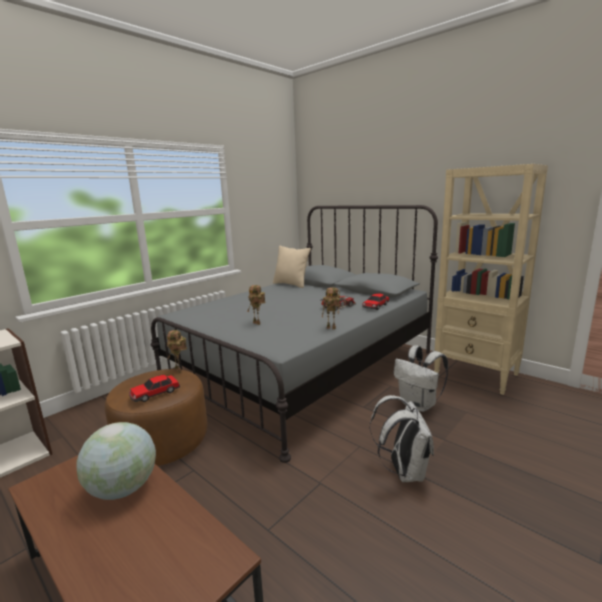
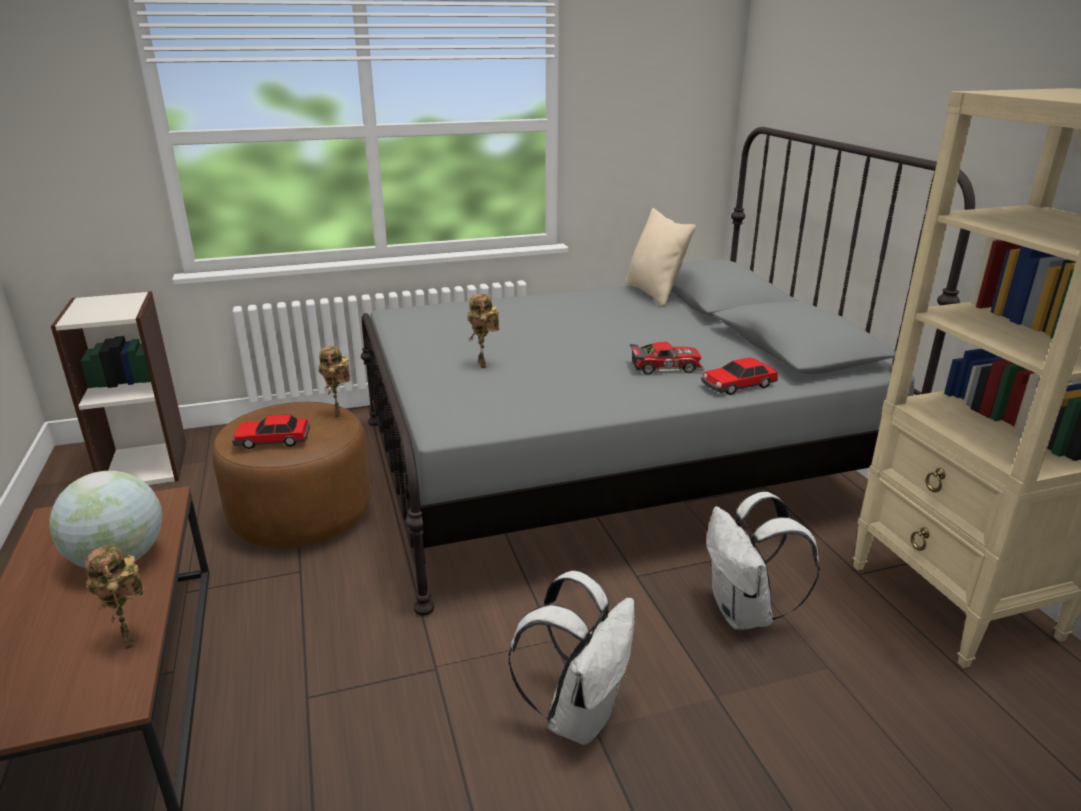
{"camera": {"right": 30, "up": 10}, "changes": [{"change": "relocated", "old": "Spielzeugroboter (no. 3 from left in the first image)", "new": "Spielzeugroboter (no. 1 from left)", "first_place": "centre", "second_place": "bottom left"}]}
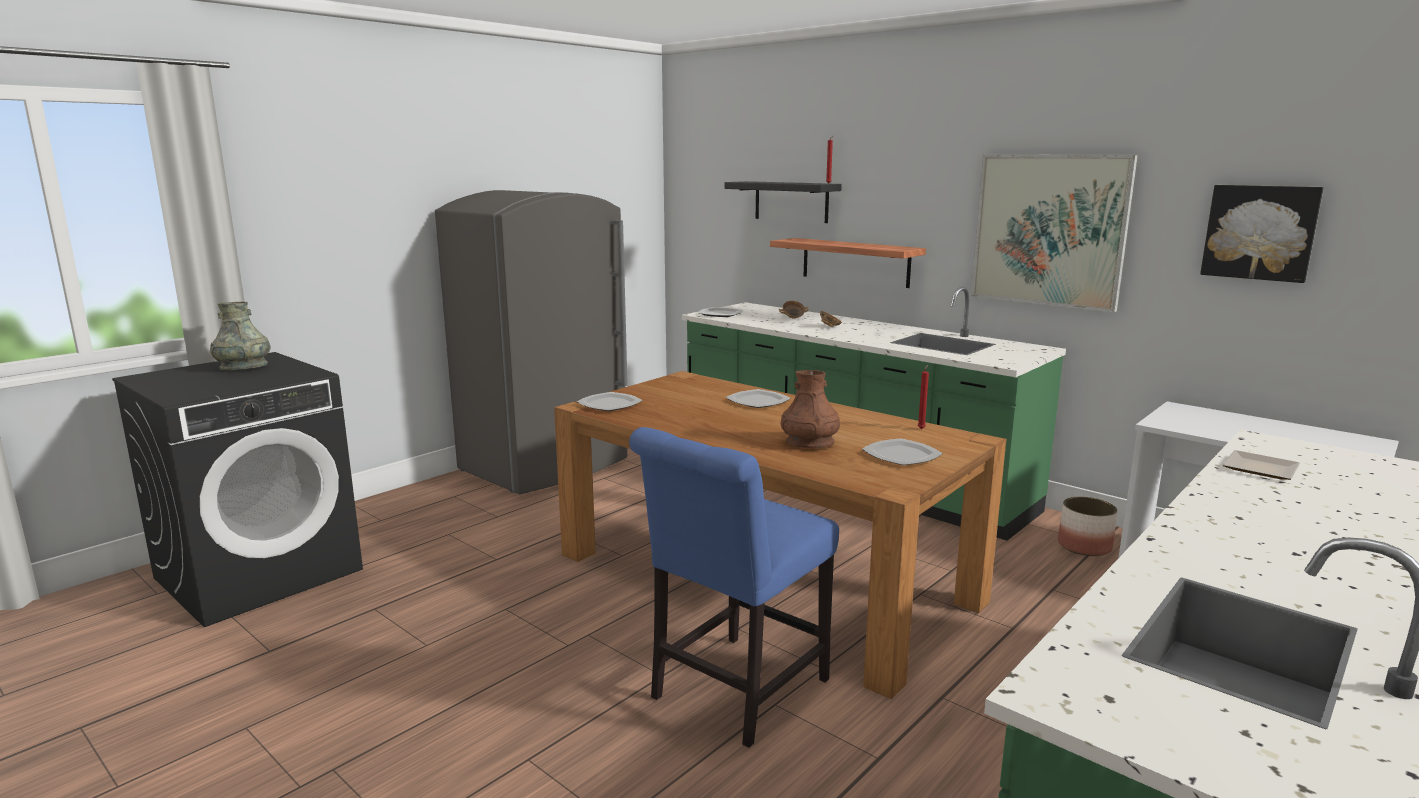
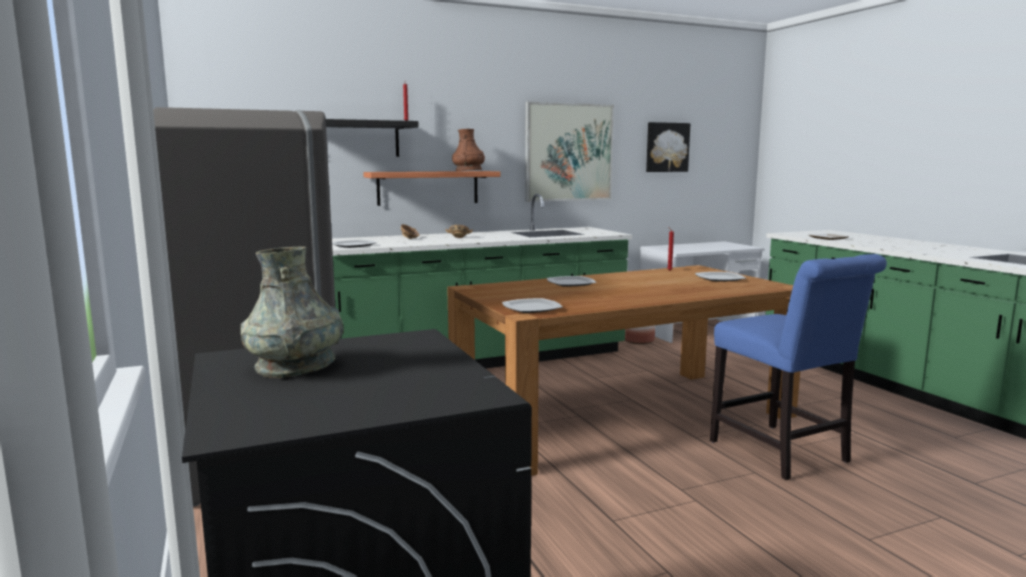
{"camera": {"right": -65, "up": -5}, "changes": [{"change": "relocated", "old": "Vase (braun)", "first_place": "centre", "second_place": "top centre"}]}
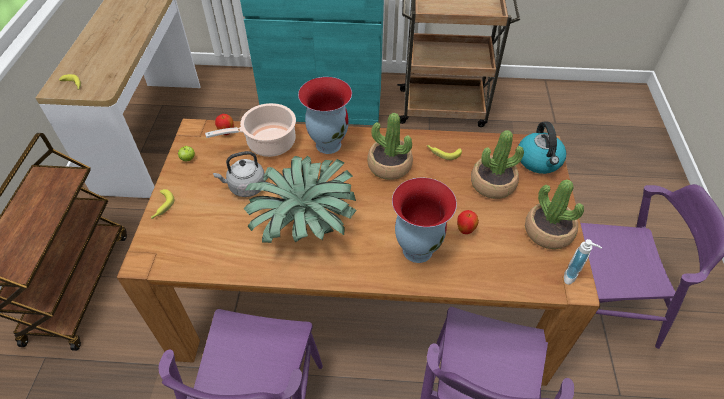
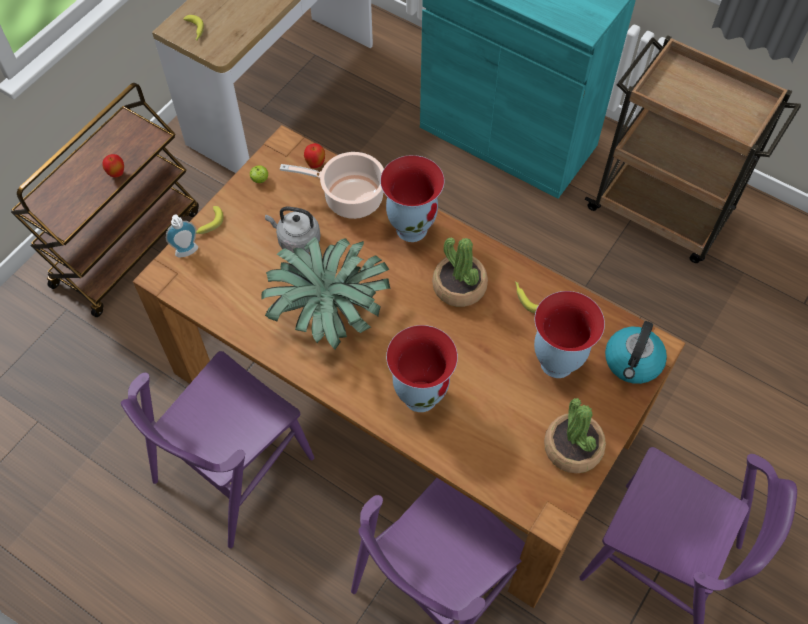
{"camera": {"right": 30, "up": 10}, "changes": [{"change": "exchanged", "old": "Topfpflanze (no. 3 from left)", "new": "Vase (no. 3 from left)", "first_place": "middle right", "second_place": "middle right"}, {"change": "relocated", "old": "Apfel (no. 3 from left in the first image)", "new": "Apfel (no. 1 from left)", "first_place": "centre", "second_place": "top left"}, {"change": "relocated", "old": "Seifenspender", "first_place": "middle right", "second_place": "middle left"}]}
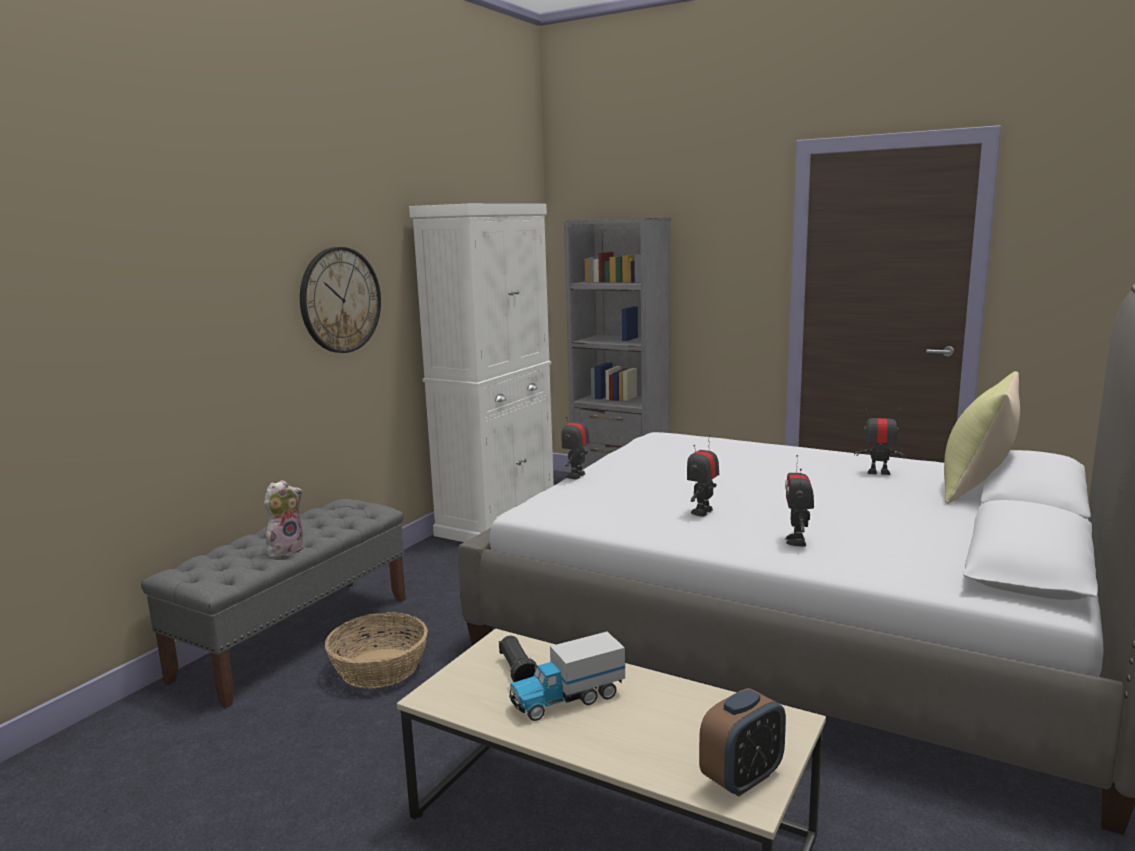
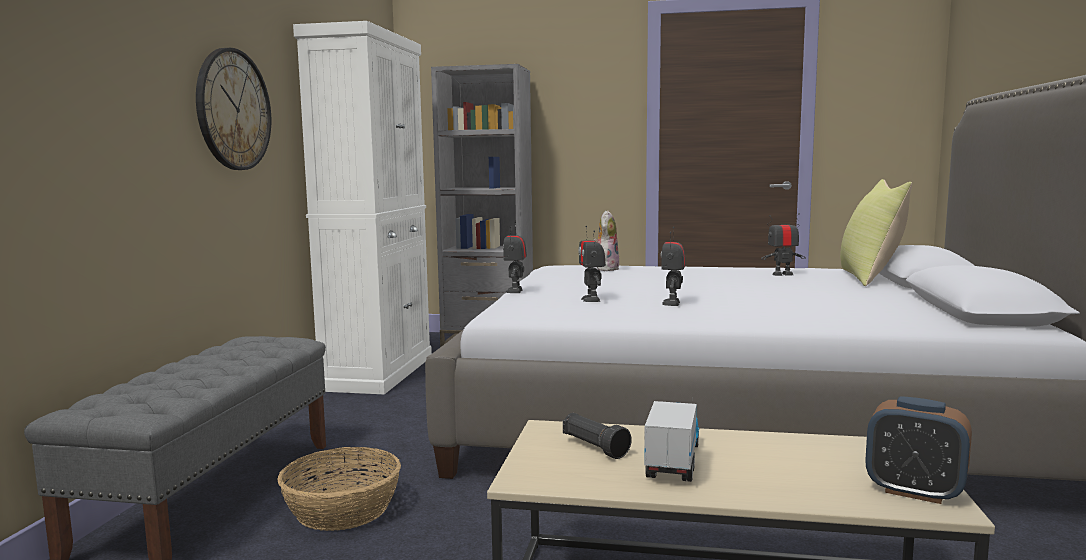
{"camera": {"right": -20, "up": -5}, "changes": [{"change": "relocated", "old": "Spielzeugroboter (no. 3 from left in the first image)", "new": "Spielzeugroboter (no. 2 from left)", "first_place": "middle right", "second_place": "centre"}, {"change": "relocated", "old": "Plüschtier", "first_place": "middle left", "second_place": "centre"}, {"change": "spun", "old": "Spielzeuglaster", "first_place": "bottom centre", "second_place": "bottom centre", "degrees": 150}, {"change": "spun", "old": "Wecker", "first_place": "bottom centre", "second_place": "bottom right", "degrees": 90}]}
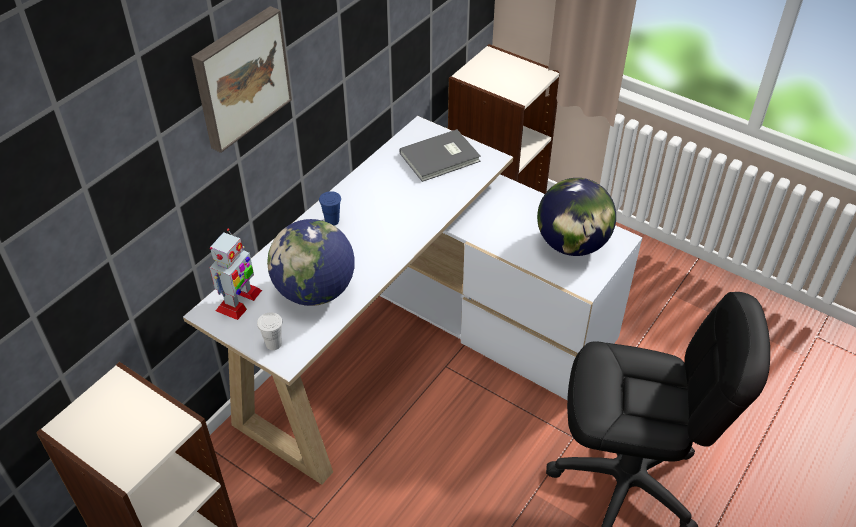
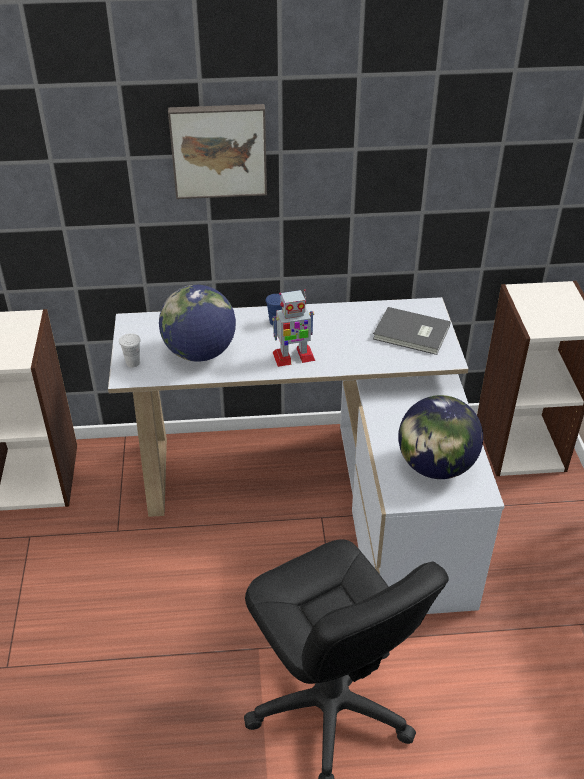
{"camera": {"right": 50, "up": -5}, "changes": [{"change": "relocated", "old": "Spielzeugroboter", "first_place": "middle left", "second_place": "centre"}]}
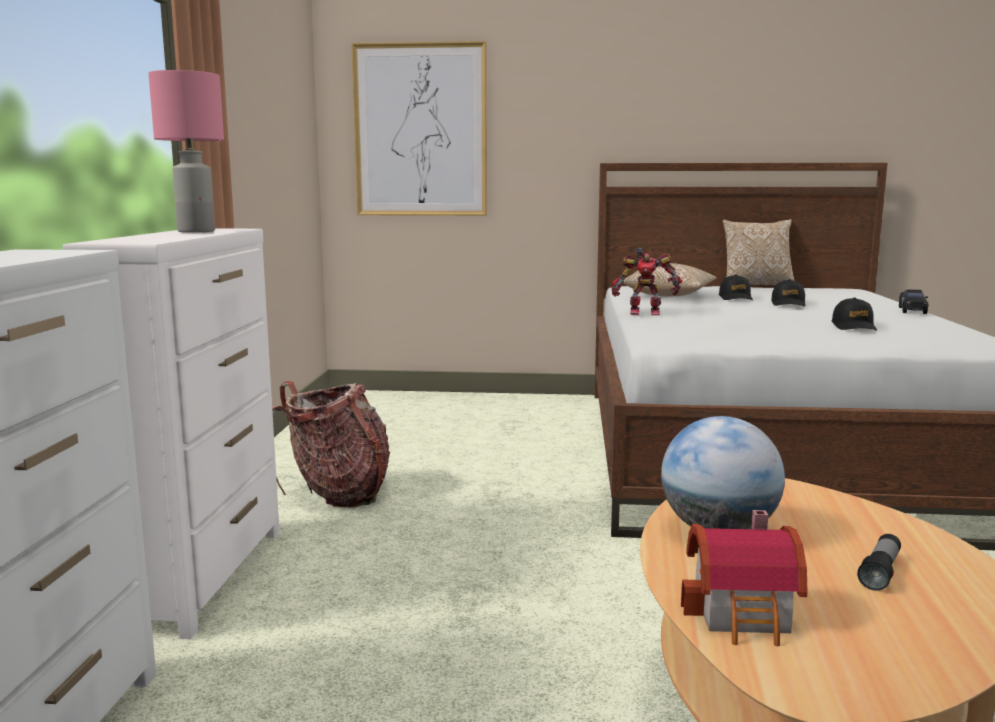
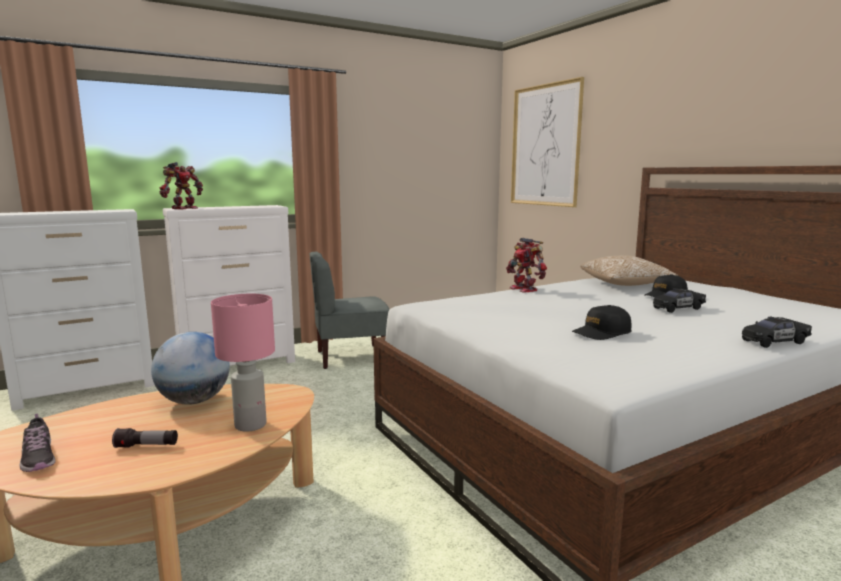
{"camera": {"right": 55, "up": 0}, "changes": [{"change": "relocated", "old": "Tischlampe (rosa)", "first_place": "top left", "second_place": "middle left"}, {"change": "missing", "old": "Kissen (no. 2 from left)", "first_place": "middle right"}, {"change": "exchanged", "old": "Kappe (schwarz) (no. 2 from left)", "new": "Spielzeugauto (schwarz) (no. 1 from left)", "first_place": "middle right", "second_place": "middle right"}, {"change": "exchanged", "old": "Rucksack", "new": "Stuhl (grau)", "first_place": "middle left", "second_place": "centre"}, {"change": "missing", "old": "Spielzeughaus", "first_place": "bottom right"}, {"change": "appeared", "new": "Spielzeugroboter (no. 1 from left)", "second_place": "top left"}, {"change": "appeared", "new": "Schuh", "second_place": "bottom left"}]}
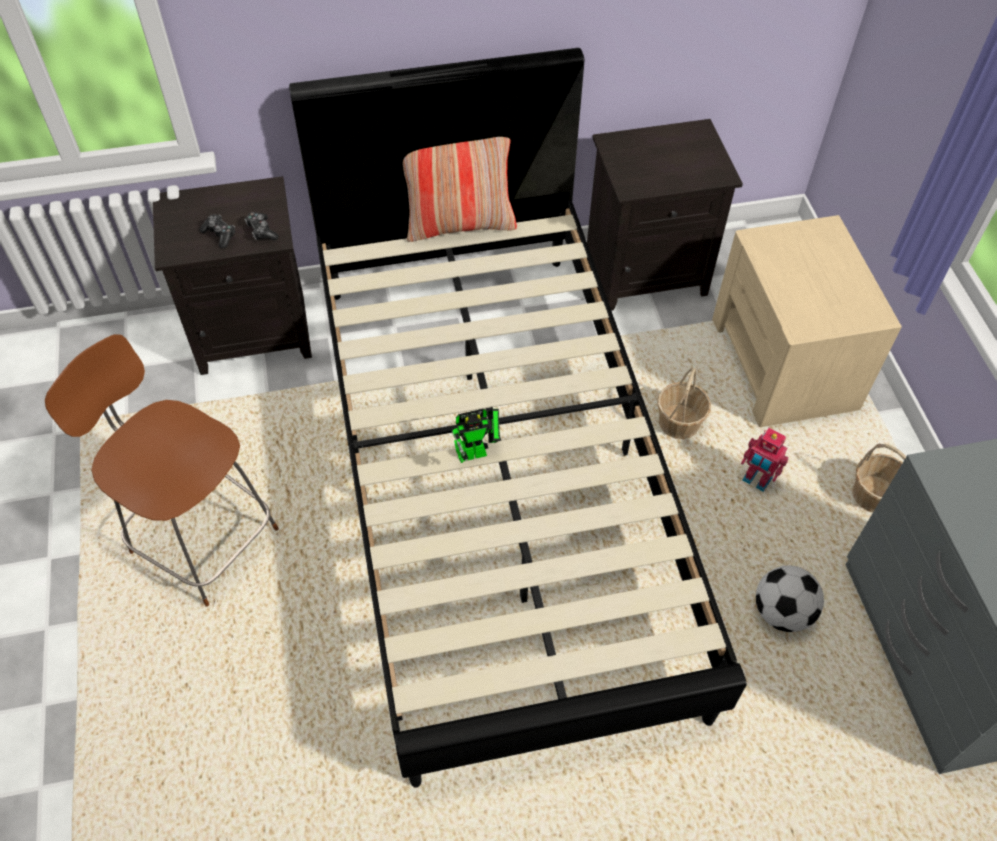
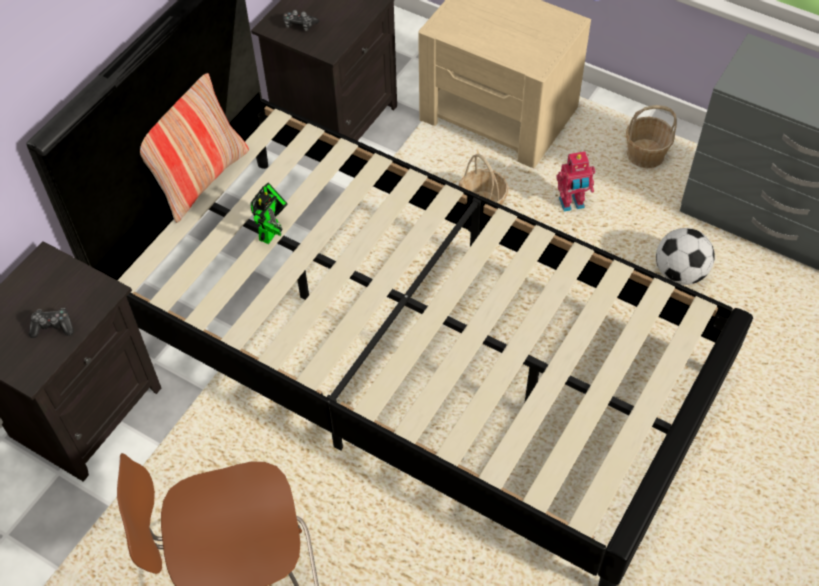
{"camera": {"right": -45, "up": 0}, "changes": [{"change": "relocated", "old": "Gamepad (no. 2 from left)", "first_place": "top left", "second_place": "top centre"}, {"change": "relocated", "old": "Spielzeugroboter (no. 1 from left)", "first_place": "centre", "second_place": "middle left"}]}
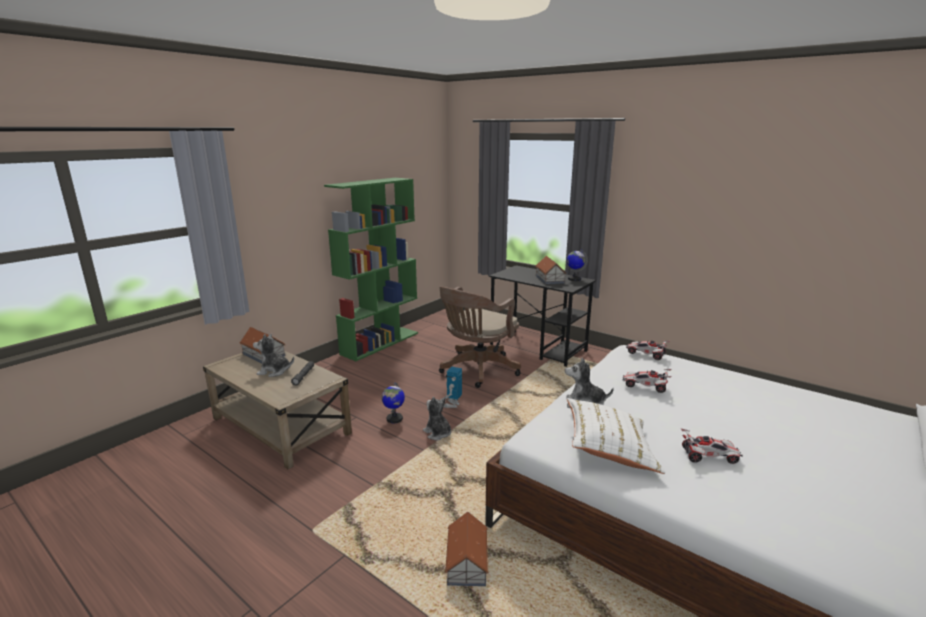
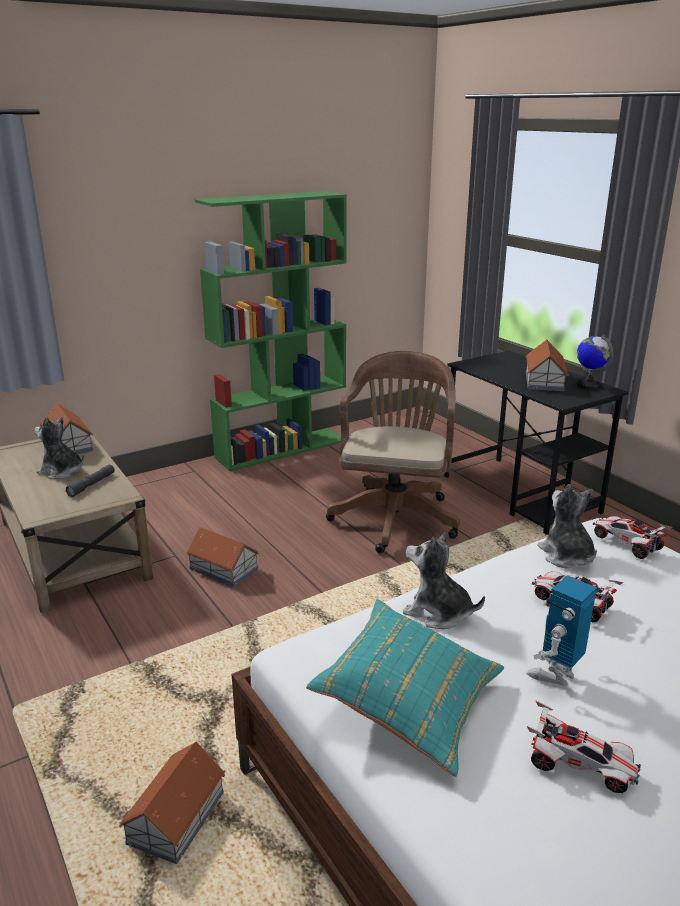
{"camera": {"right": 20, "up": 5}, "changes": [{"change": "spun", "old": "Bürostuhl (braun)", "first_place": "centre", "second_place": "centre", "degrees": 135}, {"change": "relocated", "old": "Spielzeugroboter", "first_place": "centre", "second_place": "bottom right"}, {"change": "exchanged", "old": "Globus (no. 1 from left)", "new": "Spielzeughaus (no. 3 from left)", "first_place": "centre", "second_place": "middle left"}, {"change": "relocated", "old": "Plüschtier (no. 2 from left in the first image)", "new": "Plüschtier (no. 3 from left)", "first_place": "bottom centre", "second_place": "middle right"}, {"change": "colour", "old": "Kissen (weiß)", "new": "Kissen (türkis)", "first_place": "bottom centre", "second_place": "bottom centre"}]}
